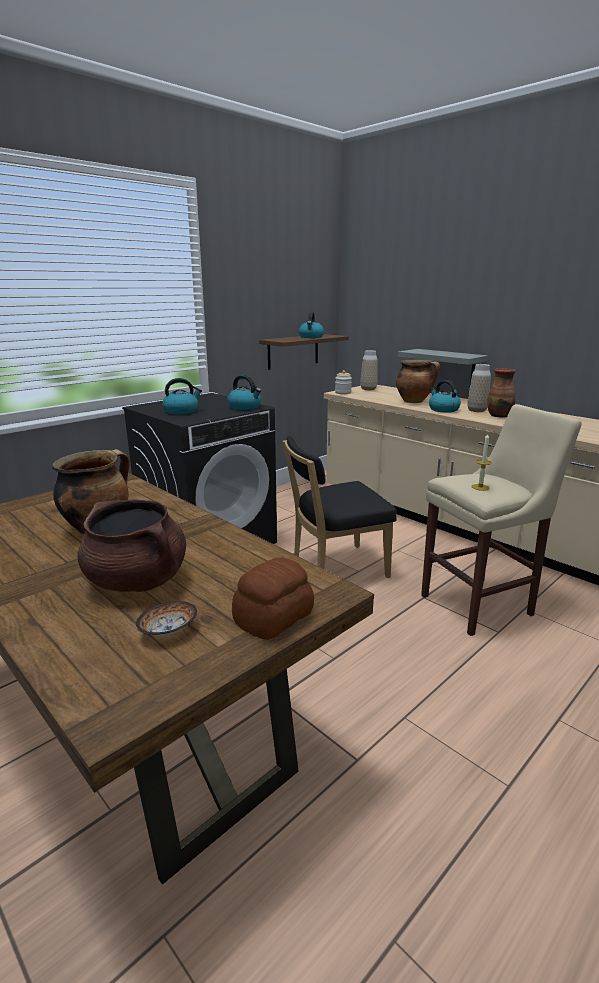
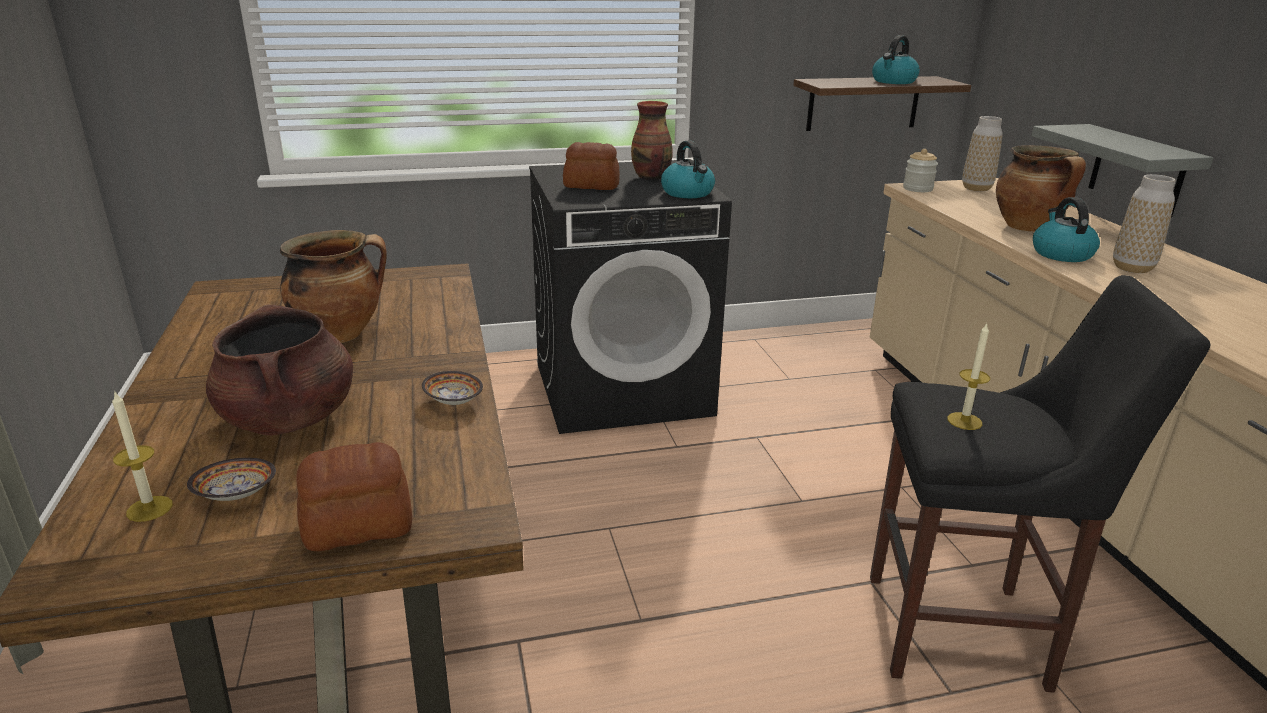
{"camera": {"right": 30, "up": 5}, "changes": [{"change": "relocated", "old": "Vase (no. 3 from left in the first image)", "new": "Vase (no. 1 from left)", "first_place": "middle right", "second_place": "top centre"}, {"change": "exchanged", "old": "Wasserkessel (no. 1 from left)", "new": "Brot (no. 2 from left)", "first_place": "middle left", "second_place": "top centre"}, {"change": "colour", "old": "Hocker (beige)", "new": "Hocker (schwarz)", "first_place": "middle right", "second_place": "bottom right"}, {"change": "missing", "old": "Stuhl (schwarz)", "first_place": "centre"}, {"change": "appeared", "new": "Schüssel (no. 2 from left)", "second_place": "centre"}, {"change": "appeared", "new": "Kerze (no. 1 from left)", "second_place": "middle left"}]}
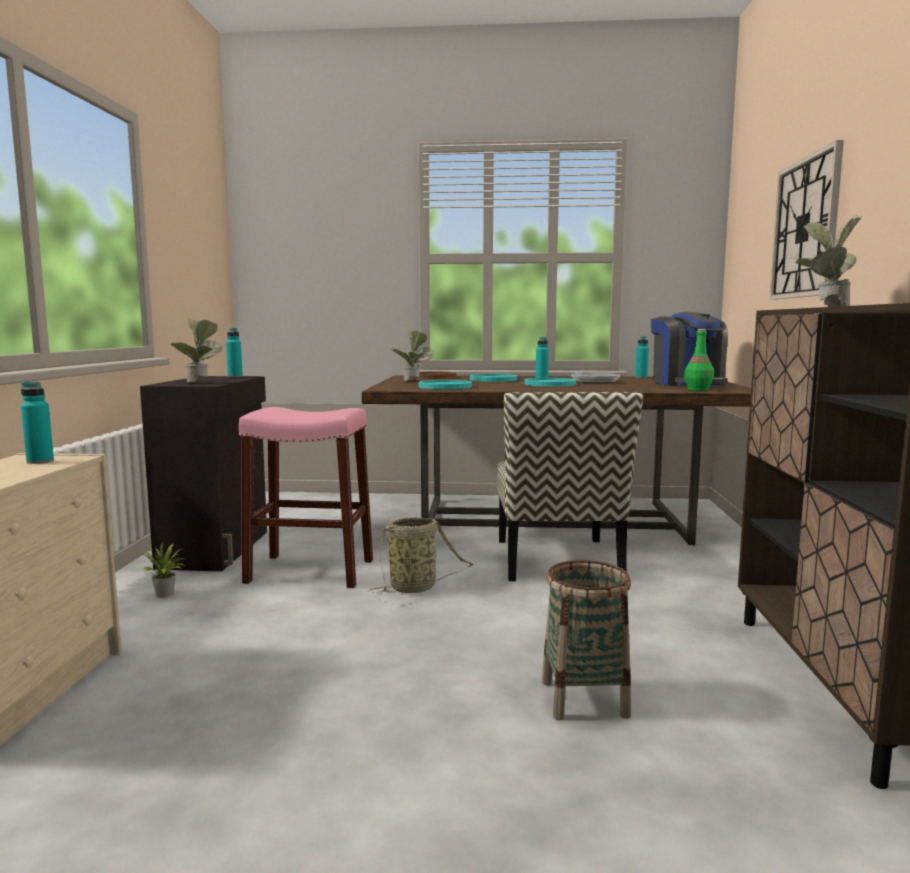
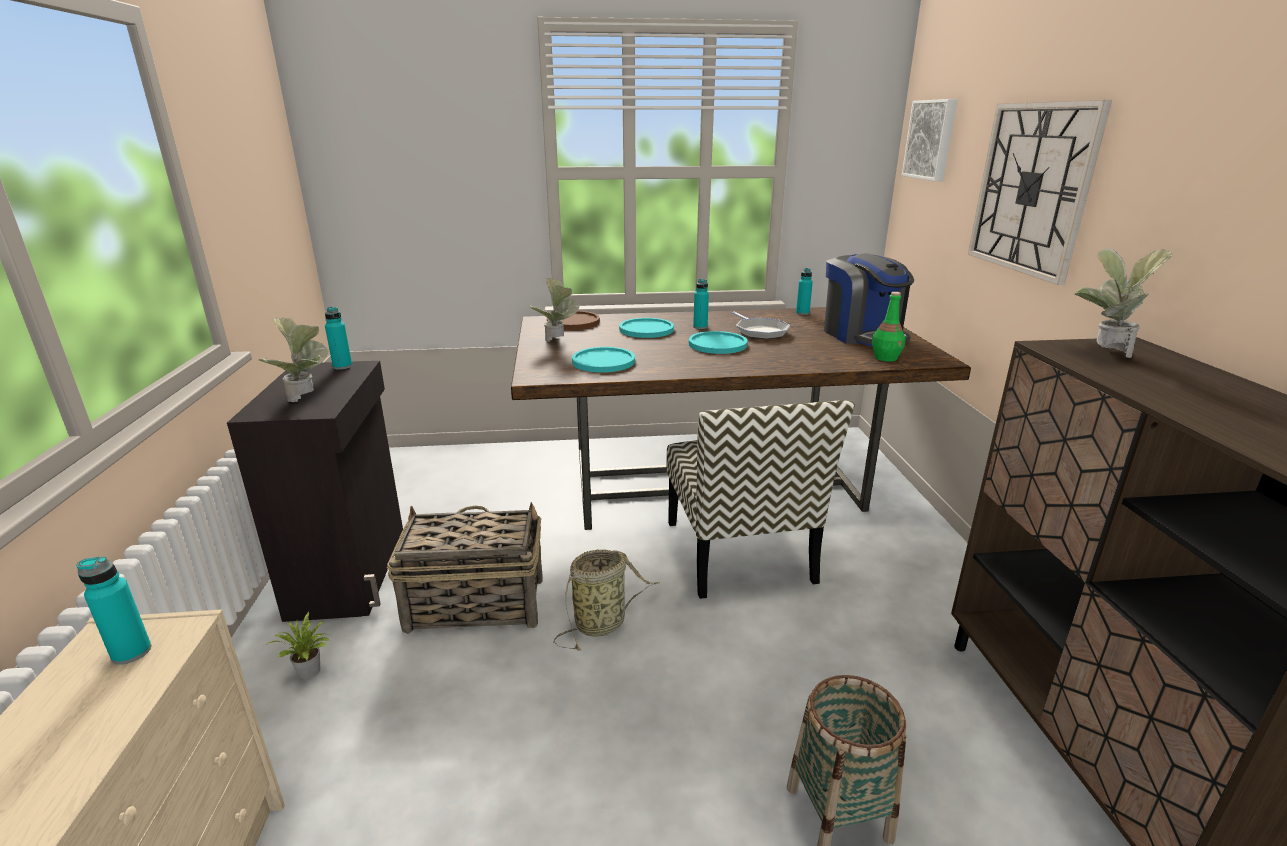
{"camera": {"right": -10, "up": 15}, "changes": [{"change": "exchanged", "old": "Hocker (rosa)", "new": "Korb (no. 1 from left)", "first_place": "centre", "second_place": "bottom centre"}, {"change": "appeared", "new": "Bild", "second_place": "top right"}]}
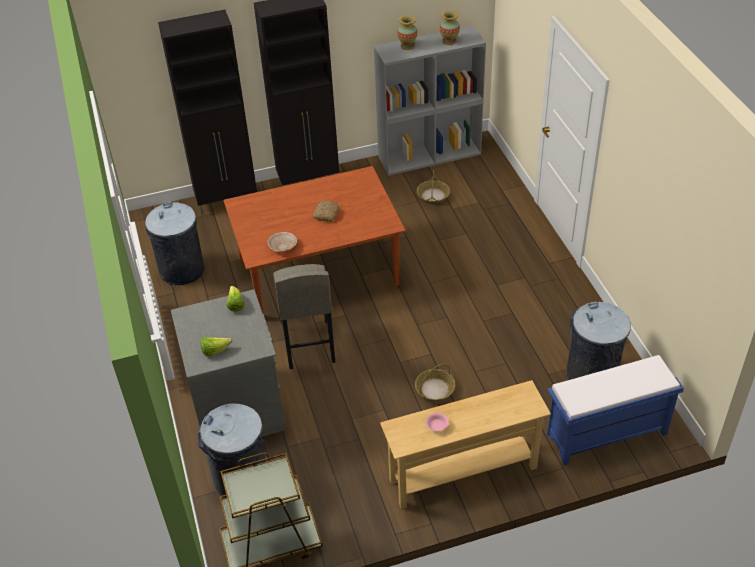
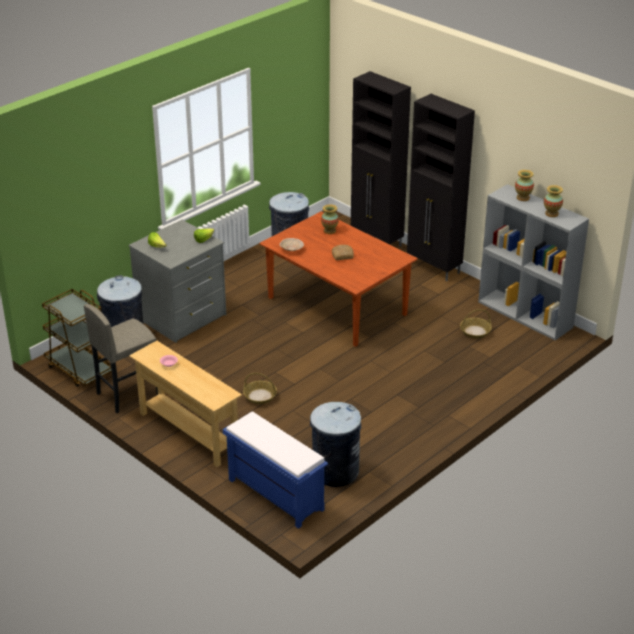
{"camera": {"right": 60, "up": -10}, "changes": [{"change": "relocated", "old": "Hocker (grau)", "first_place": "centre", "second_place": "middle left"}, {"change": "appeared", "new": "Vase (no. 1 from left)", "second_place": "centre"}]}
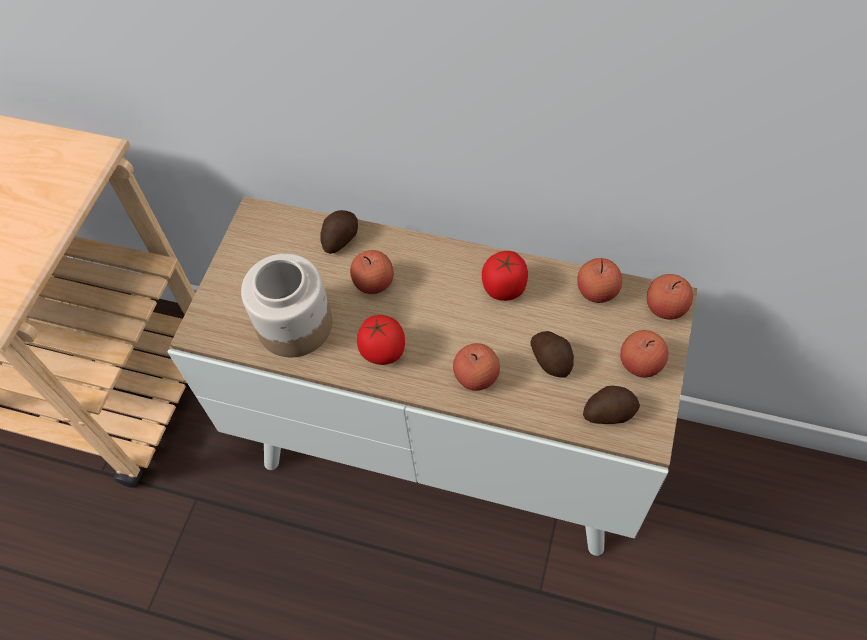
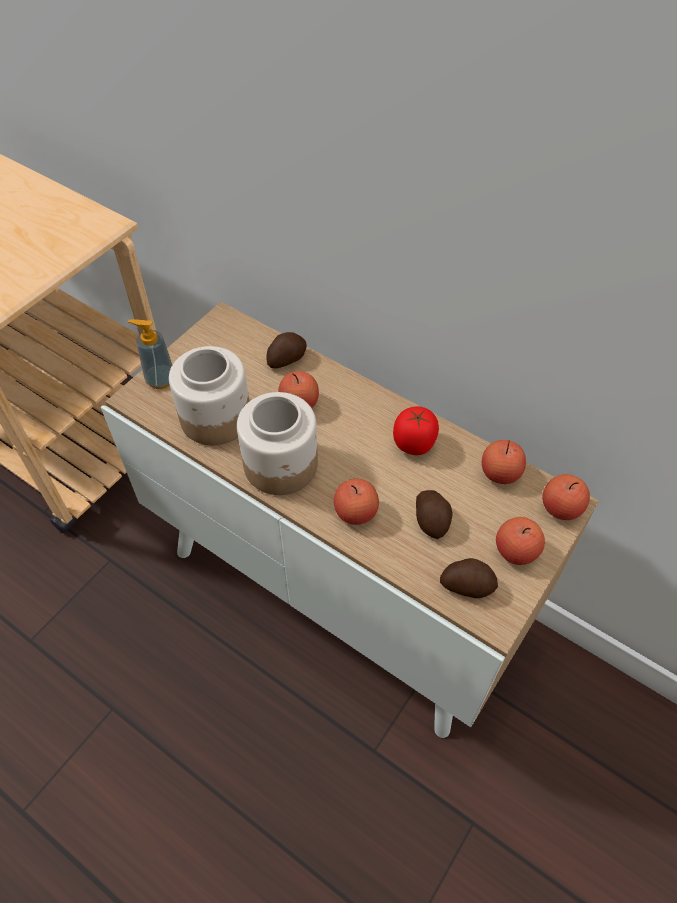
{"camera": {"right": 15, "up": -5}, "changes": [{"change": "exchanged", "old": "Tomate (no. 1 from left)", "new": "Vorratsglas (no. 2 from left)", "first_place": "centre", "second_place": "centre"}, {"change": "appeared", "new": "Seifenspender", "second_place": "middle left"}]}
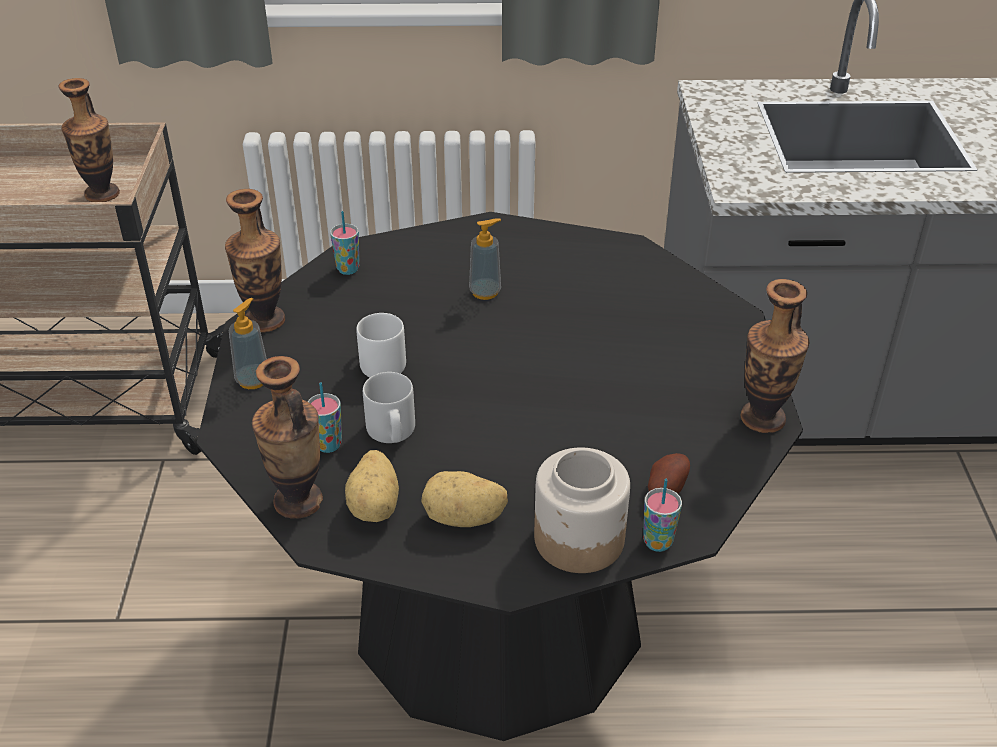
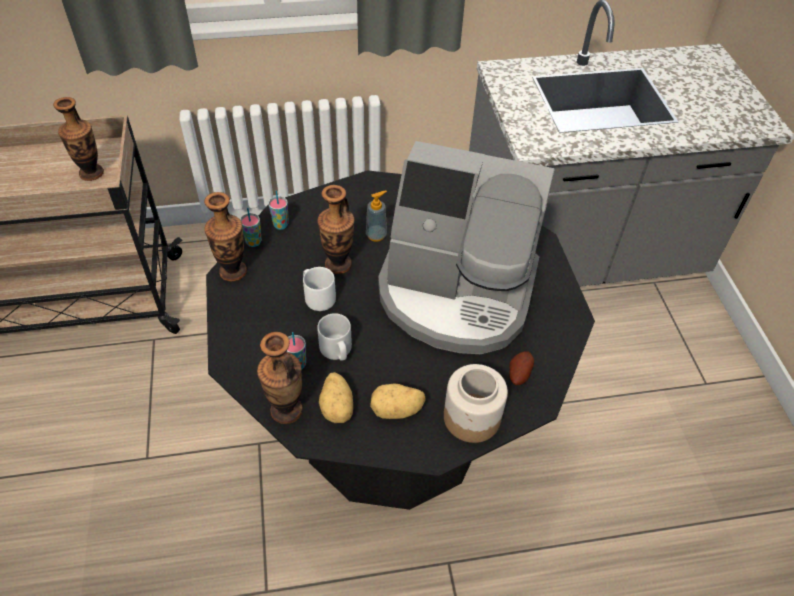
{"camera": {"right": -10, "up": 10}, "changes": [{"change": "relocated", "old": "Vase (no. 4 from left)", "first_place": "middle right", "second_place": "centre"}, {"change": "missing", "old": "Seifenspender (no. 1 from left)", "first_place": "middle left"}, {"change": "relocated", "old": "Tasse (no. 3 from left in the first image)", "new": "Tasse (no. 1 from left)", "first_place": "bottom centre", "second_place": "middle left"}, {"change": "appeared", "new": "Kaffeemaschine", "second_place": "centre"}]}
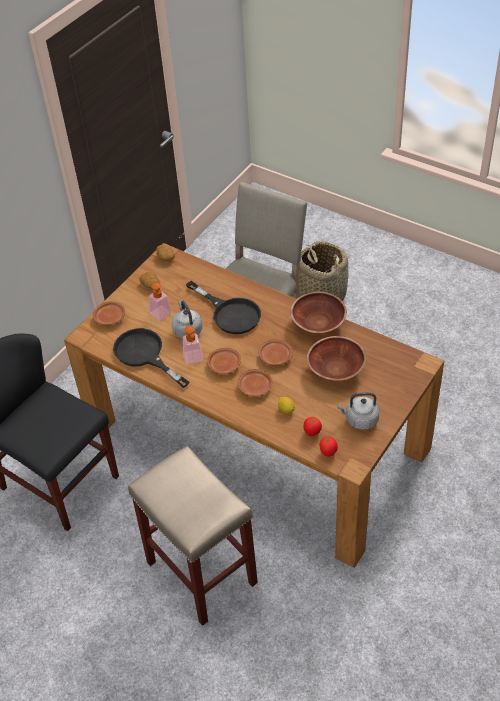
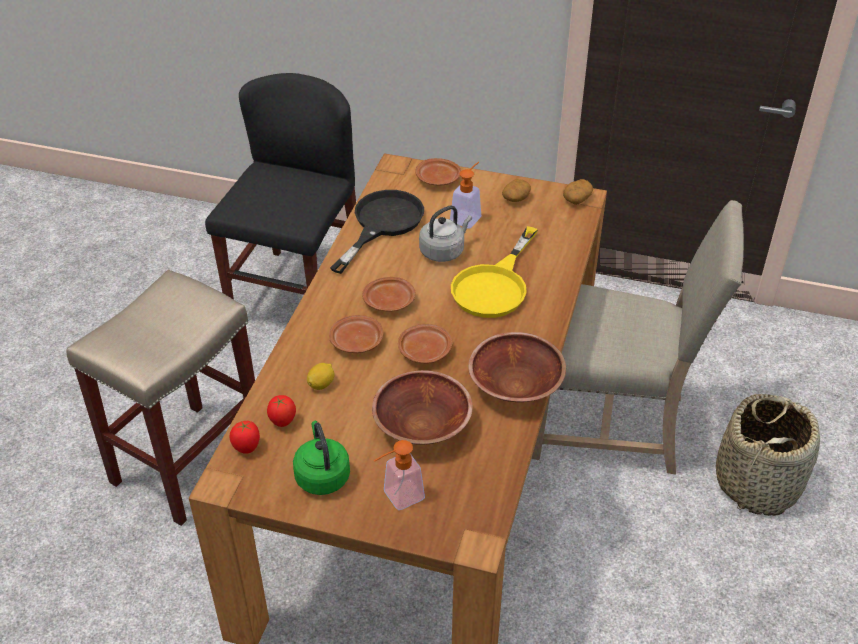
{"camera": {"right": 70, "up": -5}, "changes": [{"change": "colour", "old": "Pfanne (schwarz) (no. 2 from left)", "new": "Pfanne (gelb)", "first_place": "centre", "second_place": "centre"}, {"change": "relocated", "old": "Seifenspender (no. 2 from left in the first image)", "new": "Seifenspender (no. 1 from left)", "first_place": "centre", "second_place": "bottom centre"}, {"change": "colour", "old": "Wasserkessel (grau) (no. 2 from left)", "new": "Wasserkessel (grün)", "first_place": "middle right", "second_place": "bottom centre"}]}
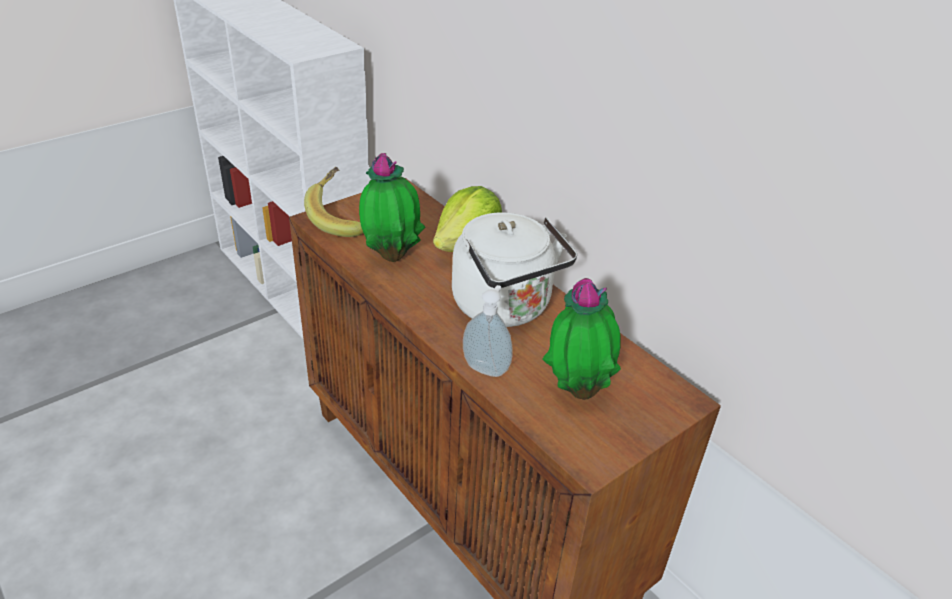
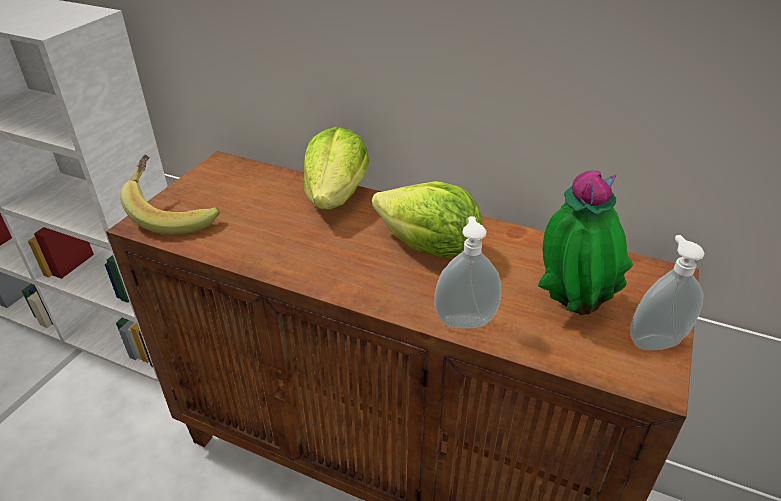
{"camera": {"right": -25, "up": 0}, "changes": [{"change": "missing", "old": "Topfpflanze (no. 1 from left)", "first_place": "centre"}, {"change": "exchanged", "old": "Wasserkessel (weiß)", "new": "Salatkopf (no. 2 from left)", "first_place": "centre", "second_place": "centre"}, {"change": "appeared", "new": "Seifenspender (no. 2 from left)", "second_place": "middle right"}]}
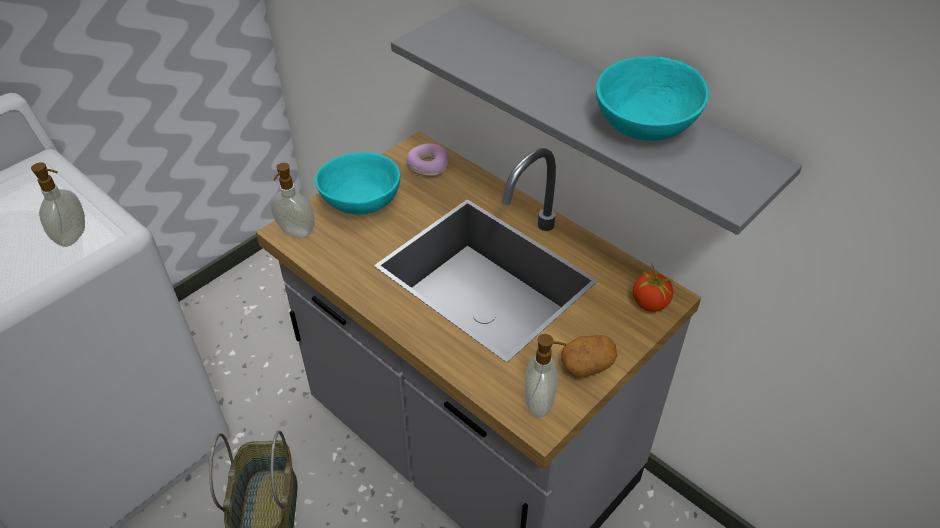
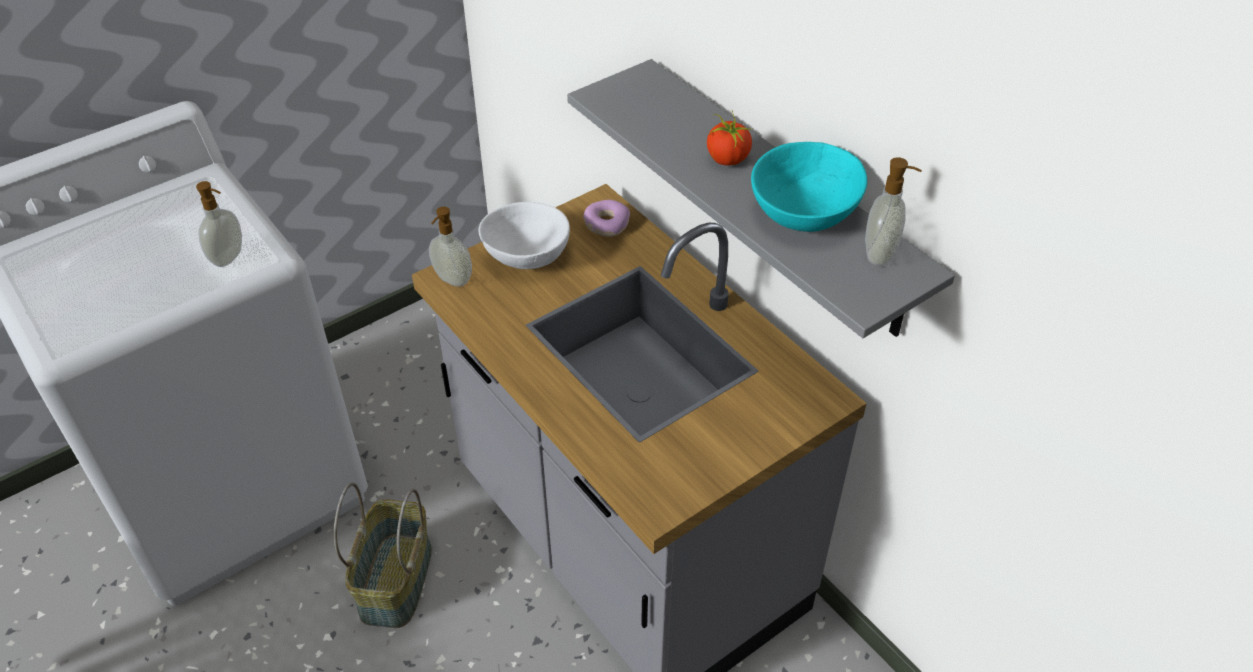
{"camera": {"right": 10, "up": 0}, "changes": [{"change": "colour", "old": "Schüssel (türkis) (no. 1 from left)", "new": "Schüssel (weiß)", "first_place": "centre", "second_place": "centre"}, {"change": "relocated", "old": "Tomate", "first_place": "middle right", "second_place": "top centre"}, {"change": "relocated", "old": "Seifenspender (no. 3 from left)", "first_place": "bottom centre", "second_place": "top right"}, {"change": "missing", "old": "Kartoffel", "first_place": "bottom centre"}]}
